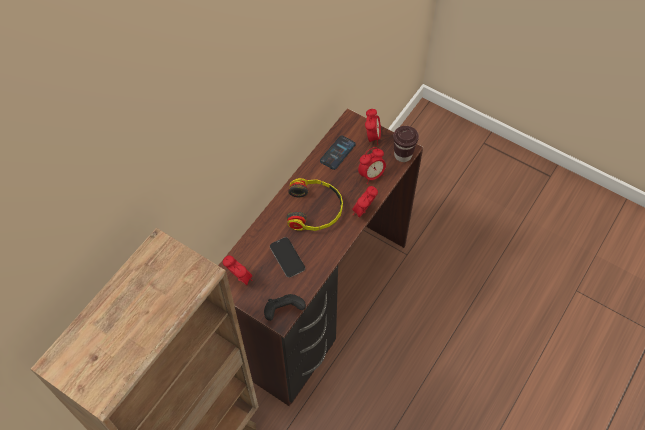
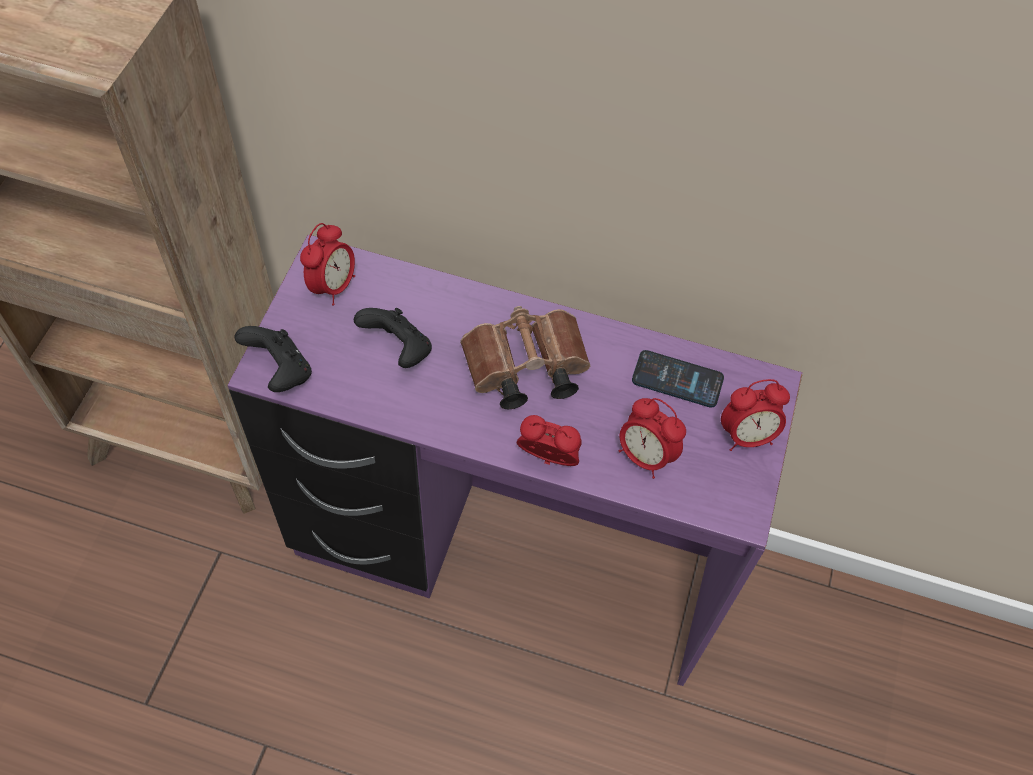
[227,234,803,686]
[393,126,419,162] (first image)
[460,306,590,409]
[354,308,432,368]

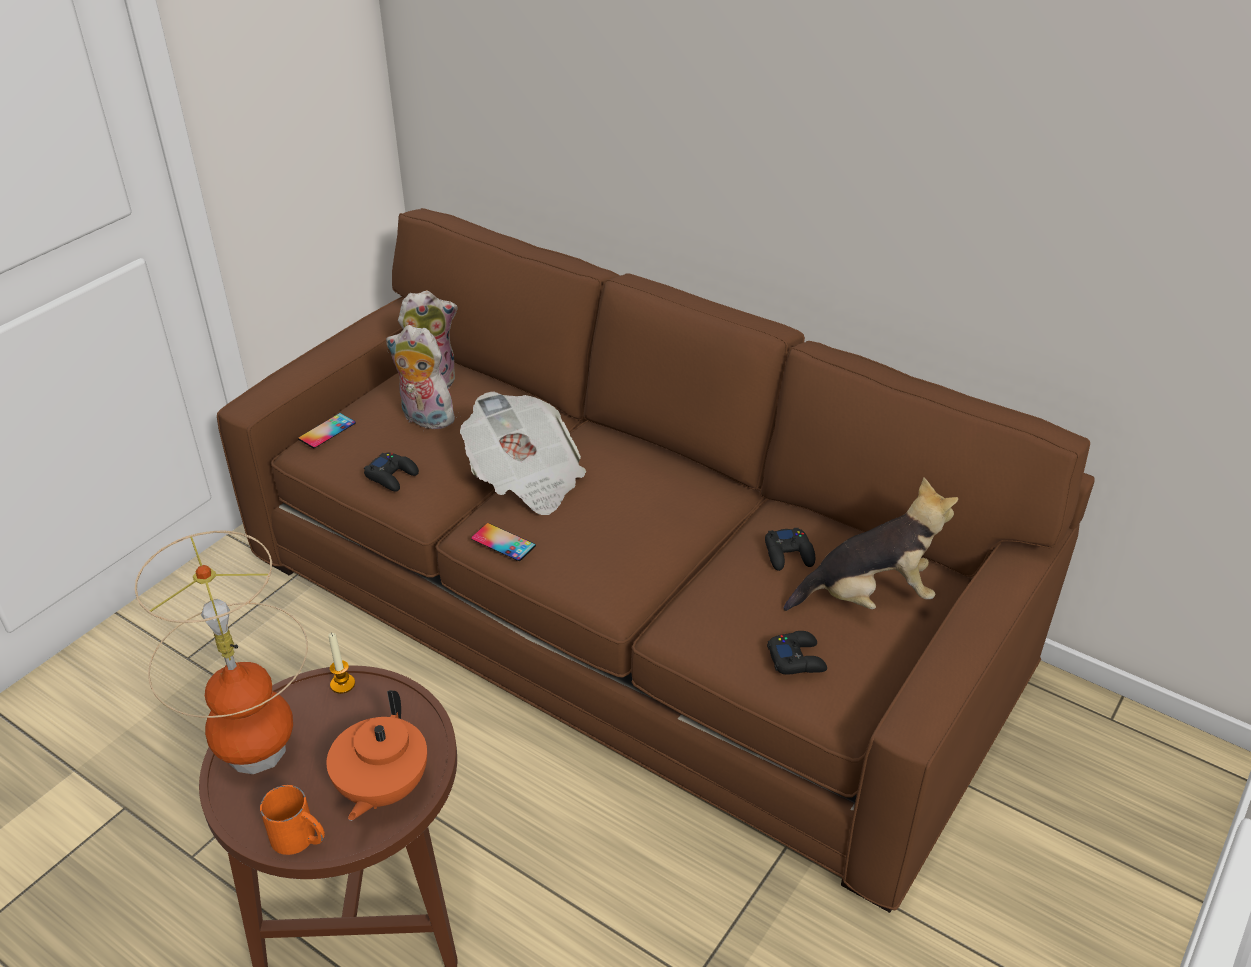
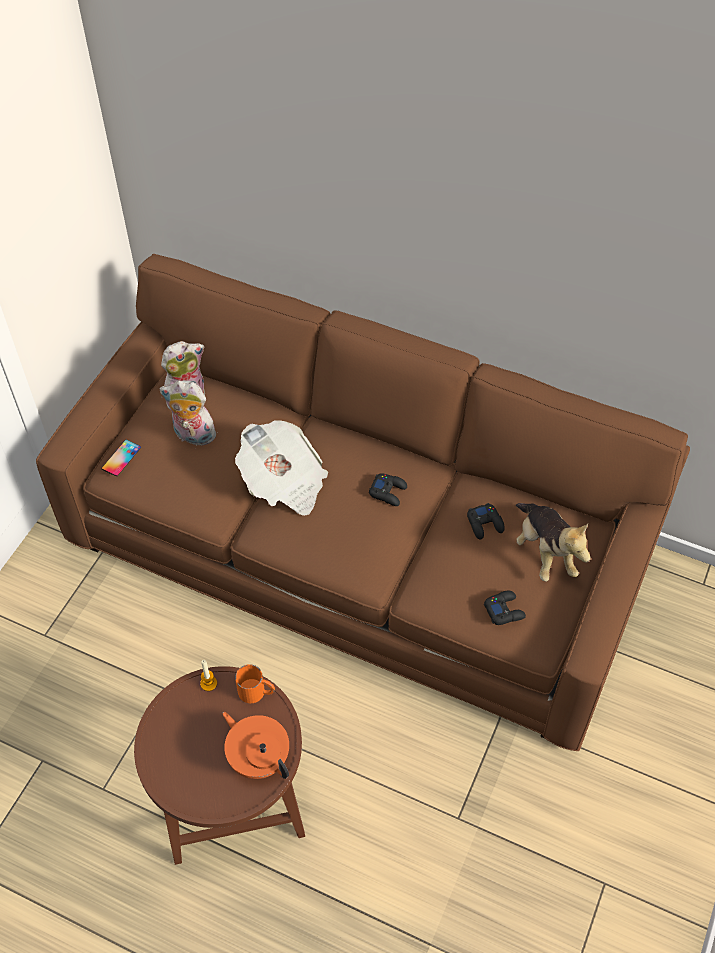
[369,473,407,506]
[516,503,591,582]
[471,523,536,561] (first image)
[135,531,308,774] (first image)
[222,712,289,779]
[235,664,275,703]

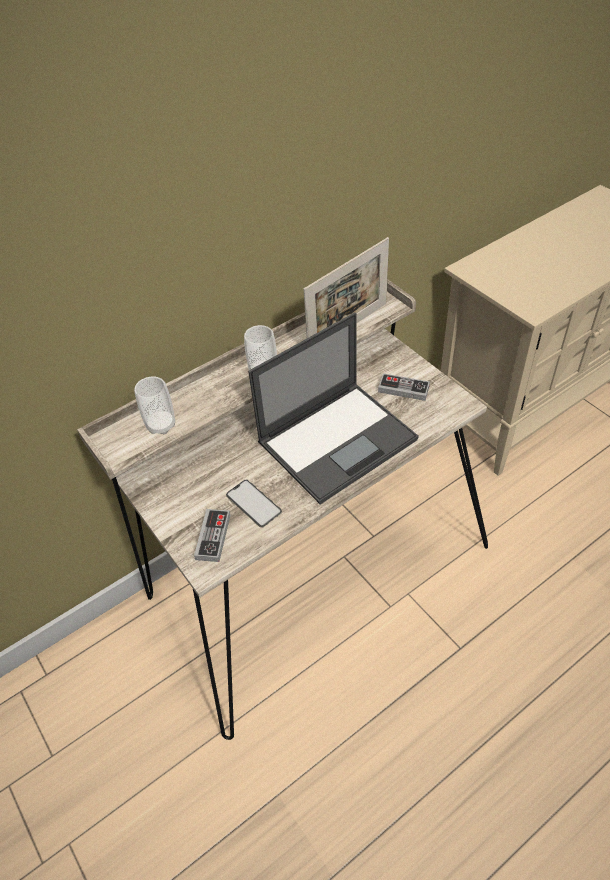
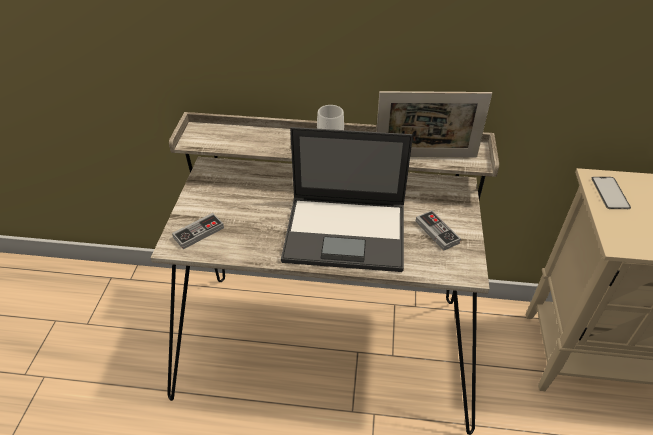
[134,376,175,434] (first image)
[591,177,631,209]

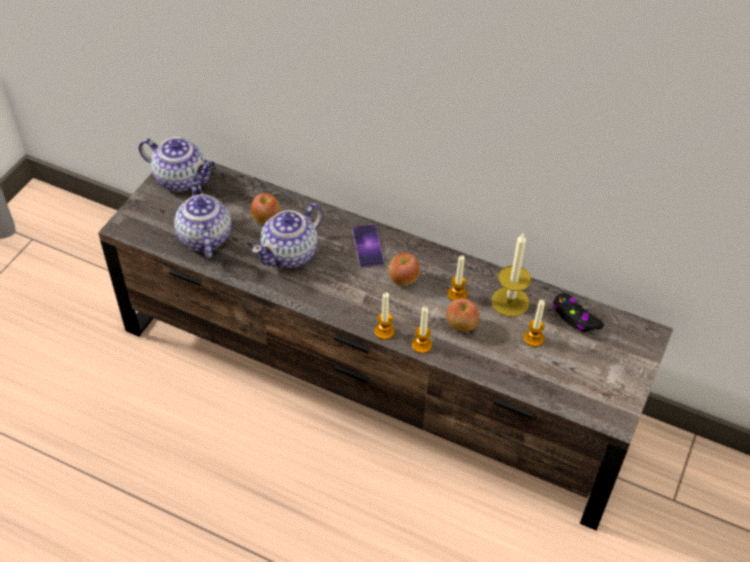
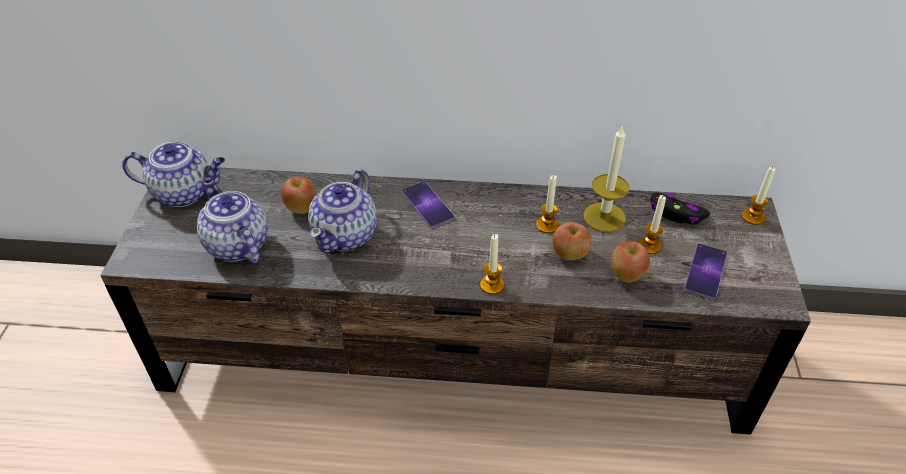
[612,241,650,282]
[742,167,775,225]
[684,243,727,299]

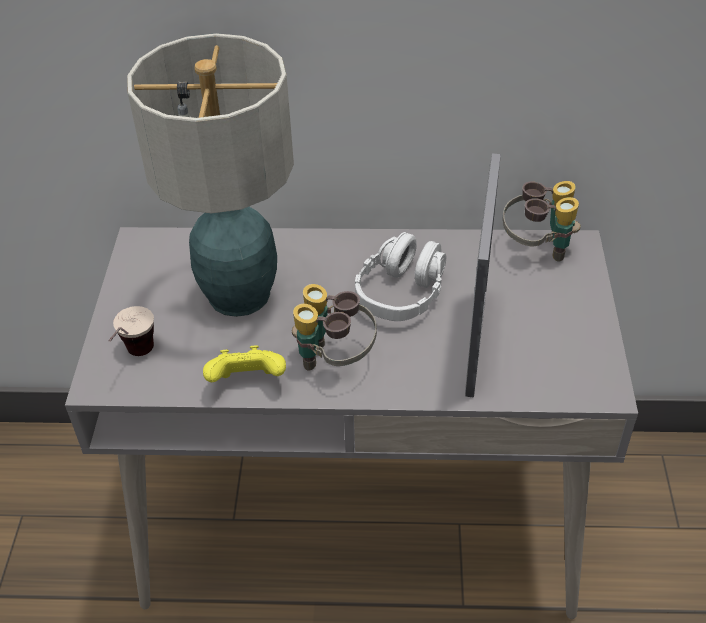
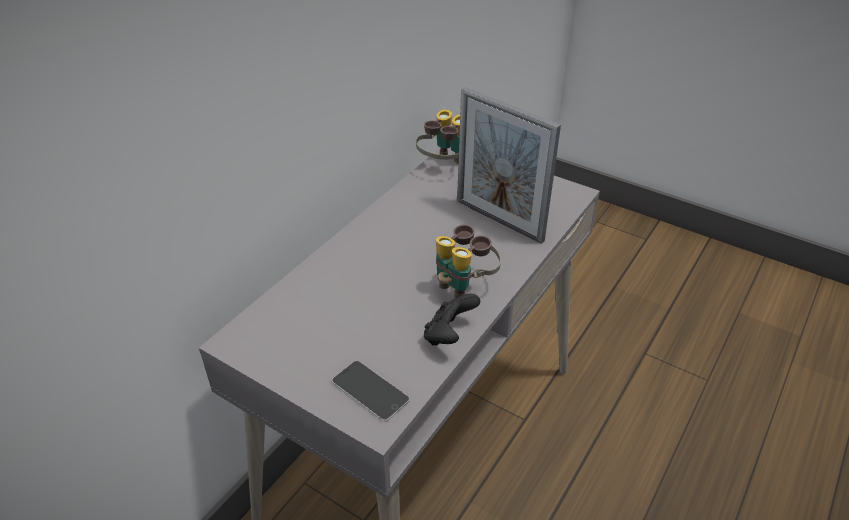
[127,33,294,317] (first image)
[355,232,447,321] (first image)
[332,361,410,421]
[424,293,480,345]

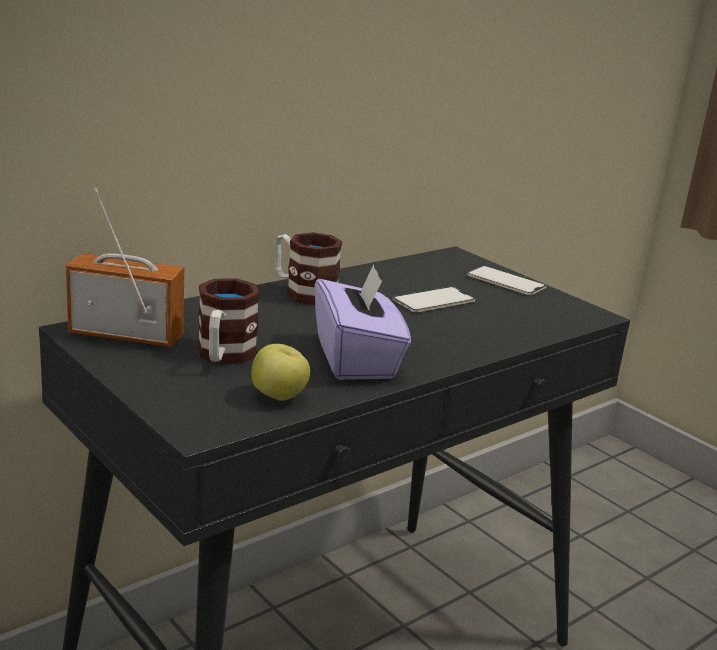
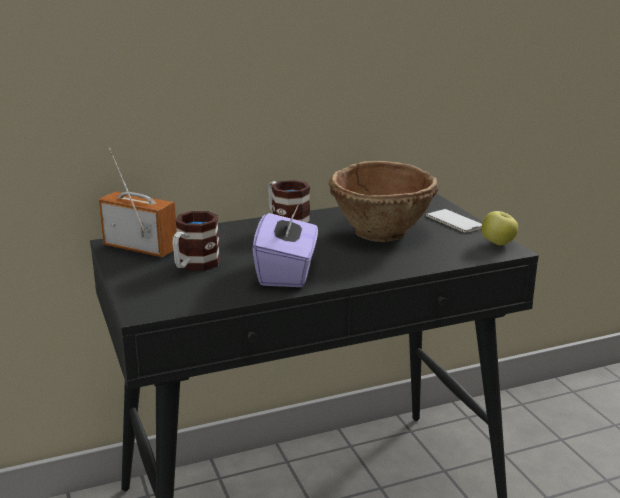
[329,161,438,242]
[482,211,518,245]

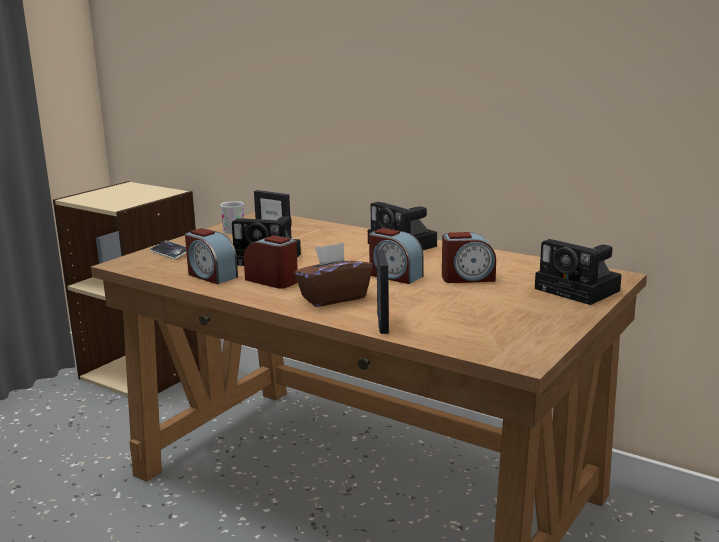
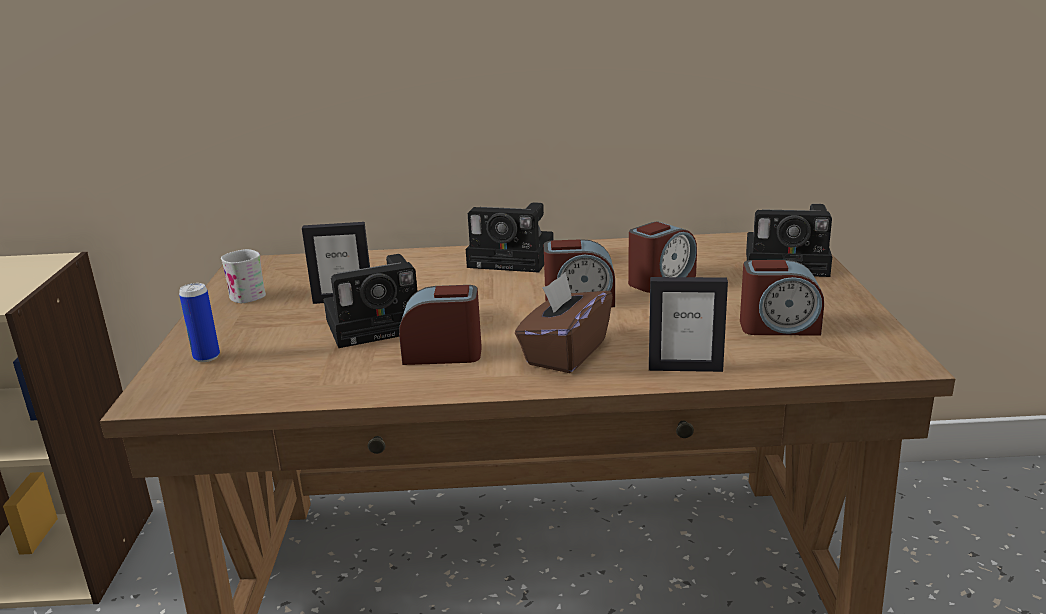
[740,260,824,335]
[179,283,220,362]
[649,277,728,372]

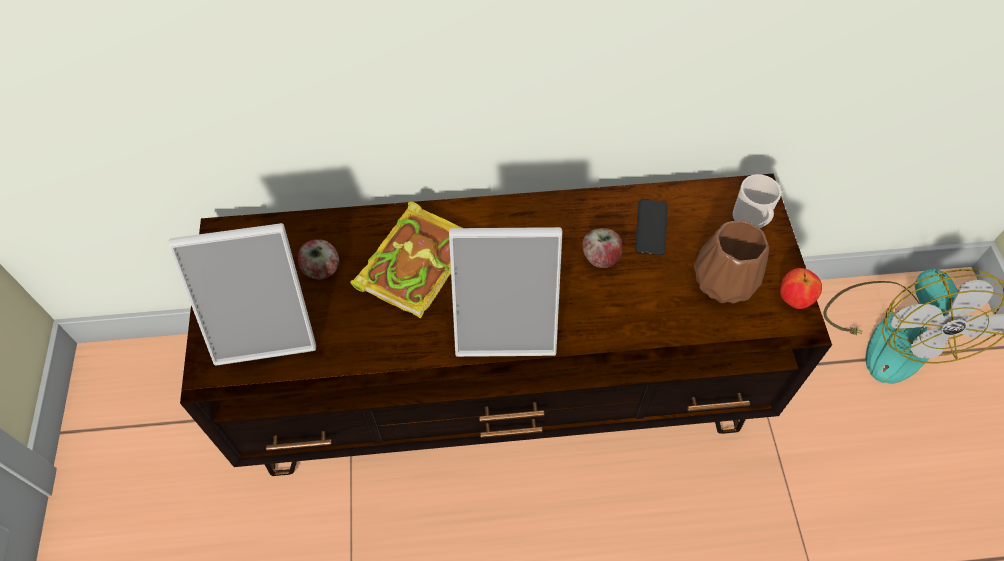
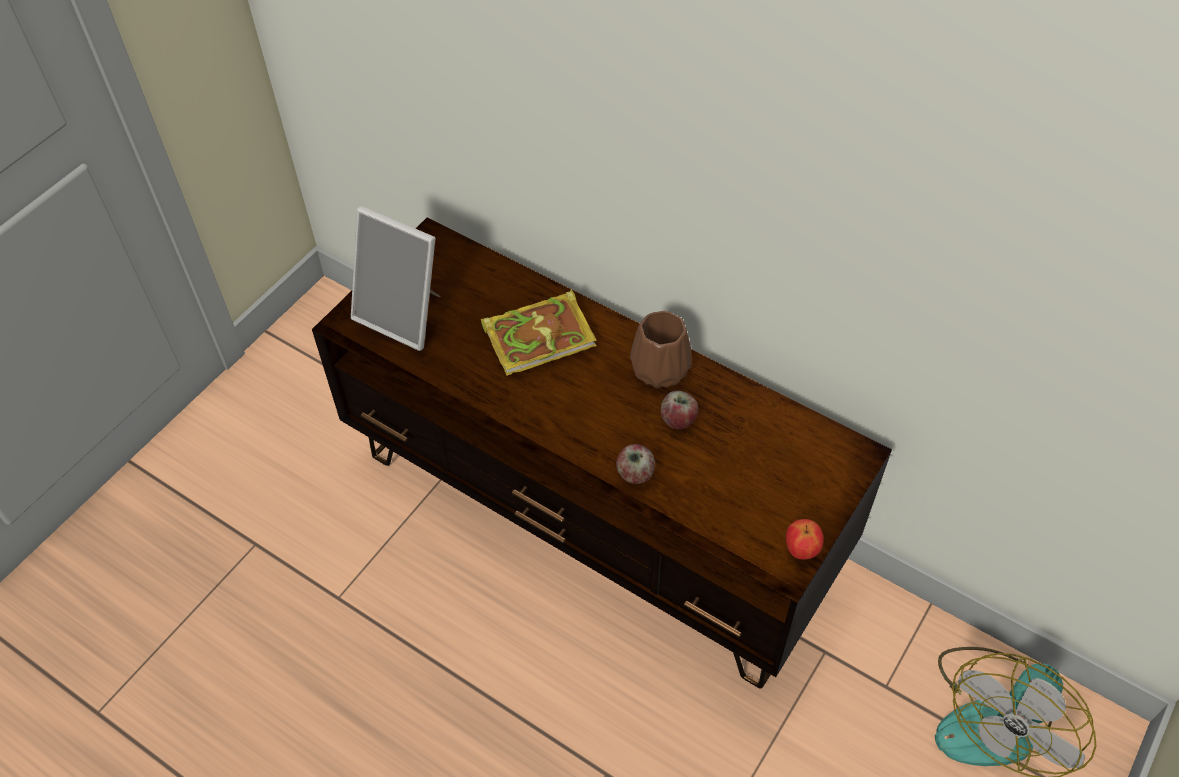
[732,174,781,228] (first image)
[635,199,668,255] (first image)
[630,311,692,388]
[449,227,562,357] (first image)
[616,444,655,484]

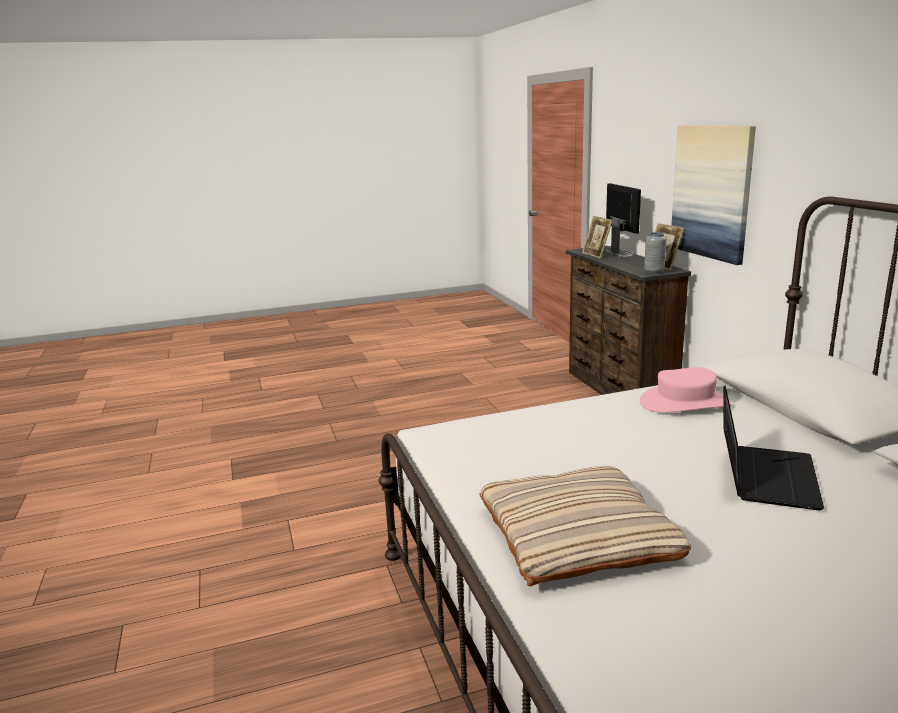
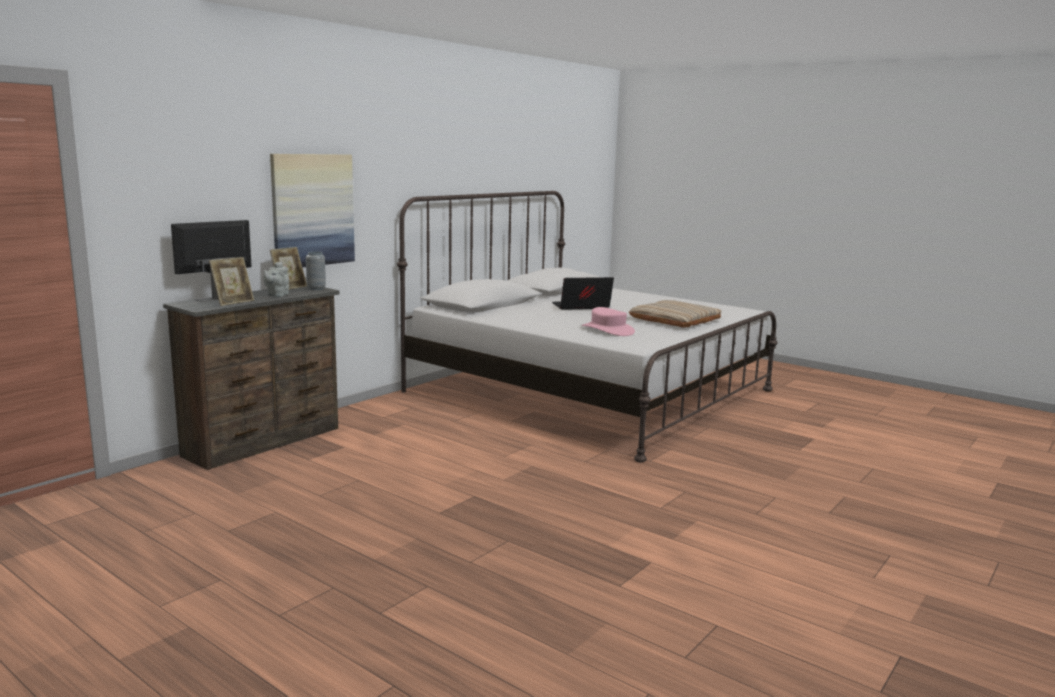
[582,307,635,336]
[263,262,289,297]

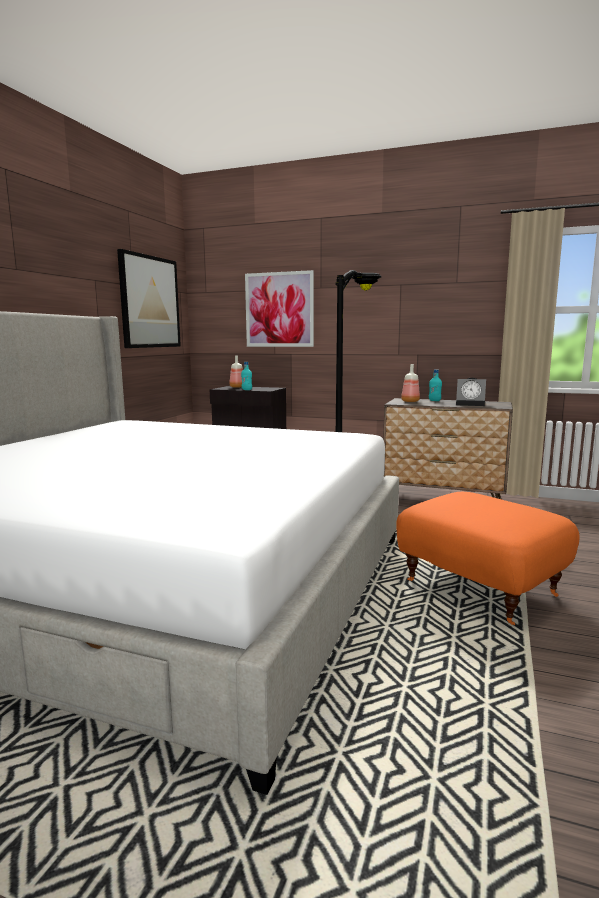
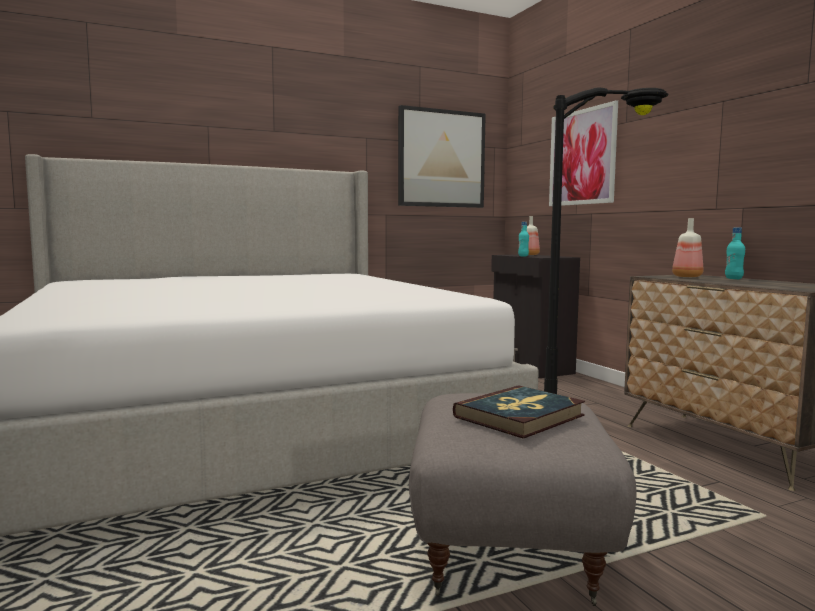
[456,378,486,406] (first image)
[409,393,637,606]
[453,385,585,439]

